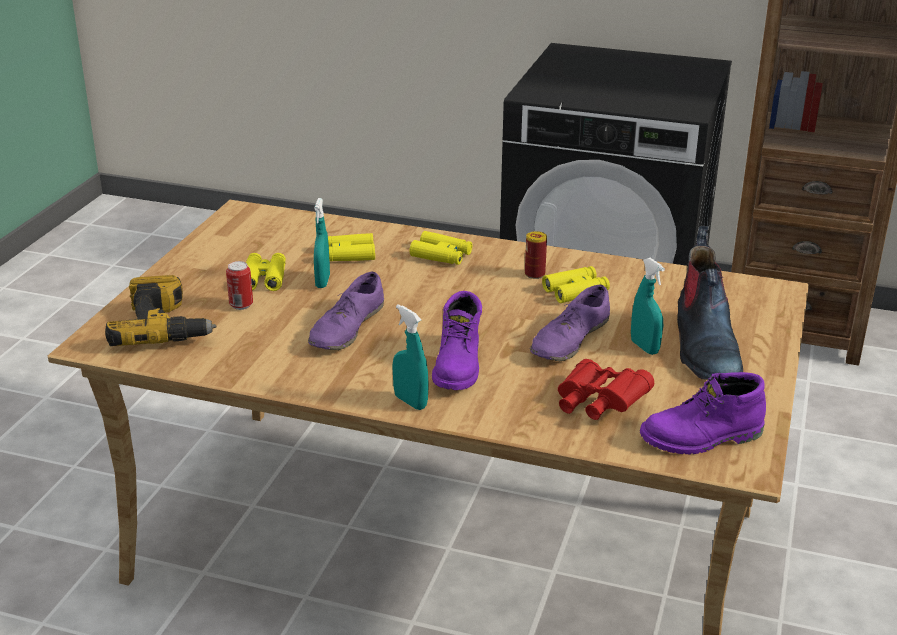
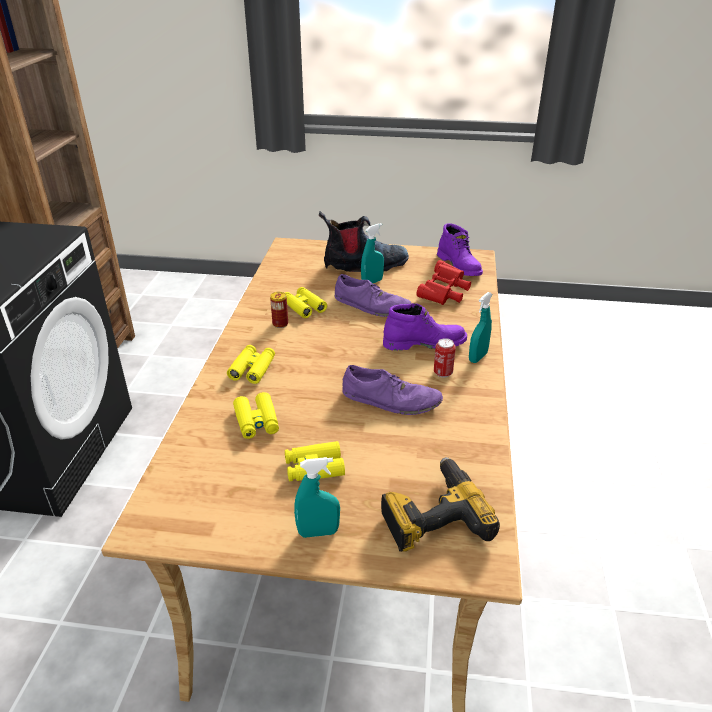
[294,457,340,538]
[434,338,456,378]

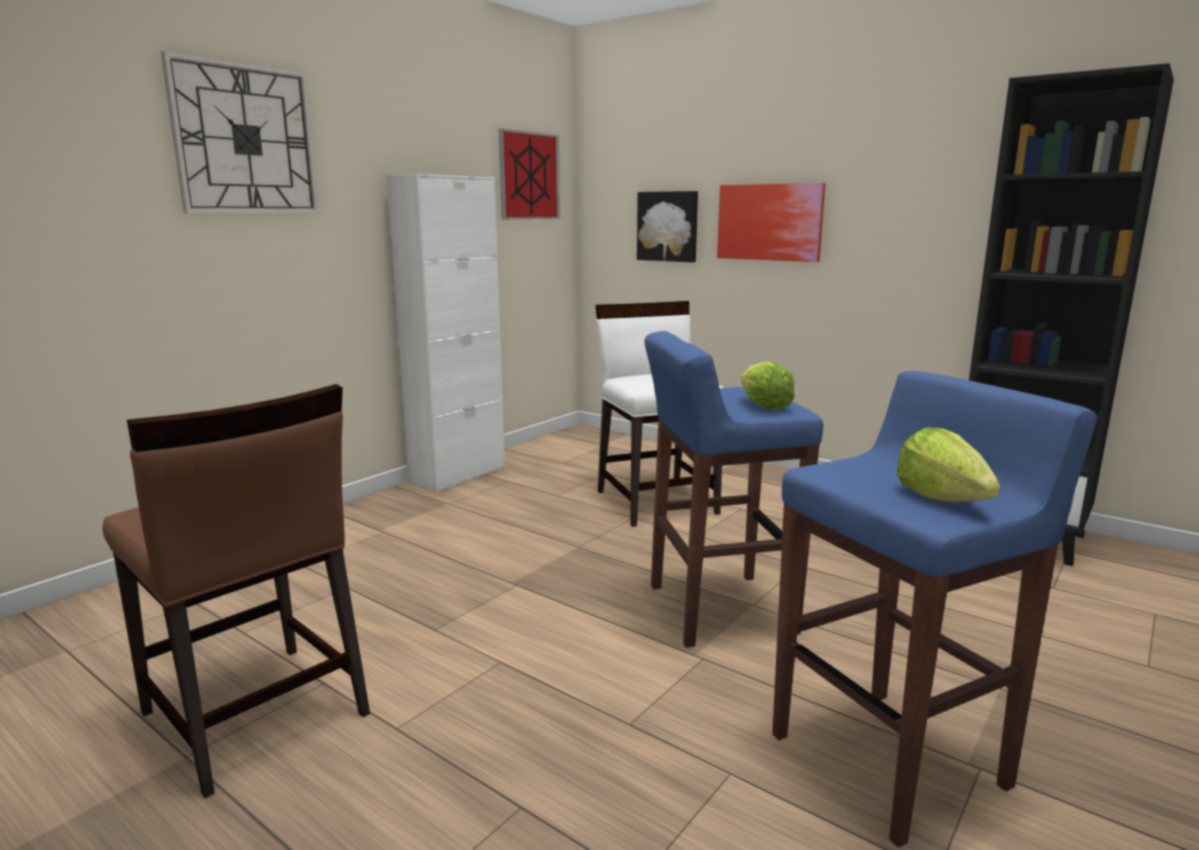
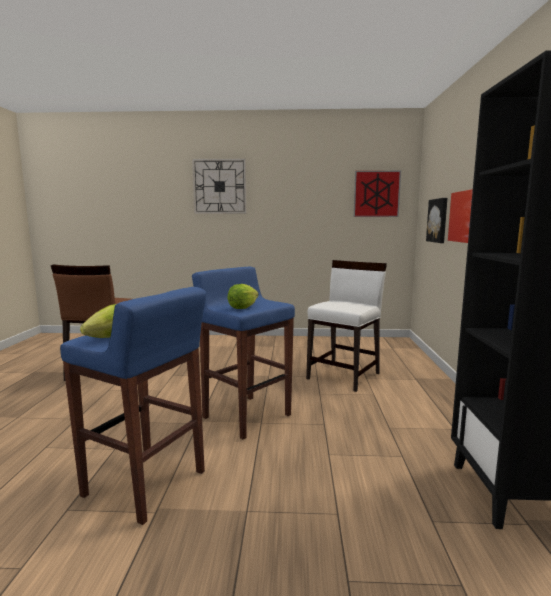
[386,174,505,493] (first image)

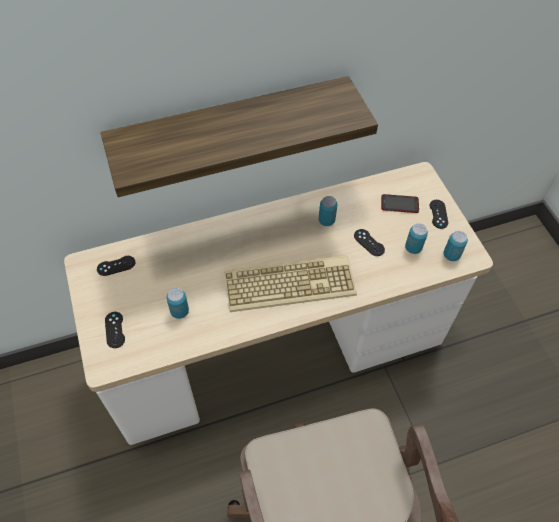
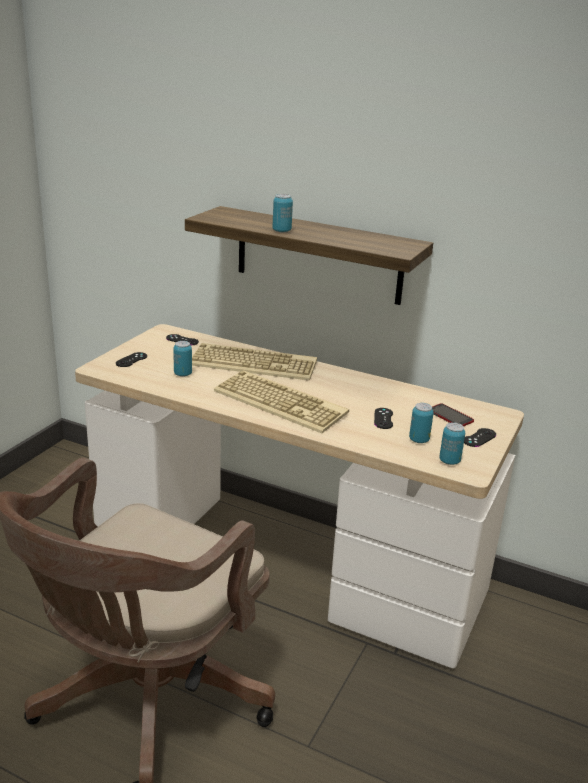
[273,194,293,232]
[192,343,317,381]

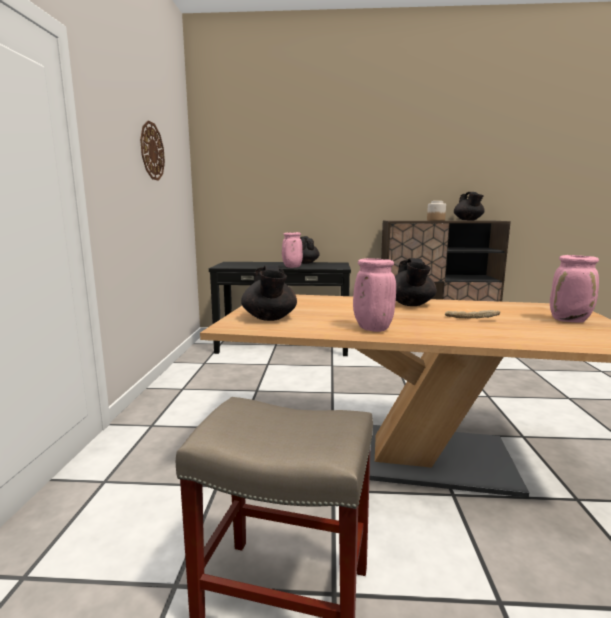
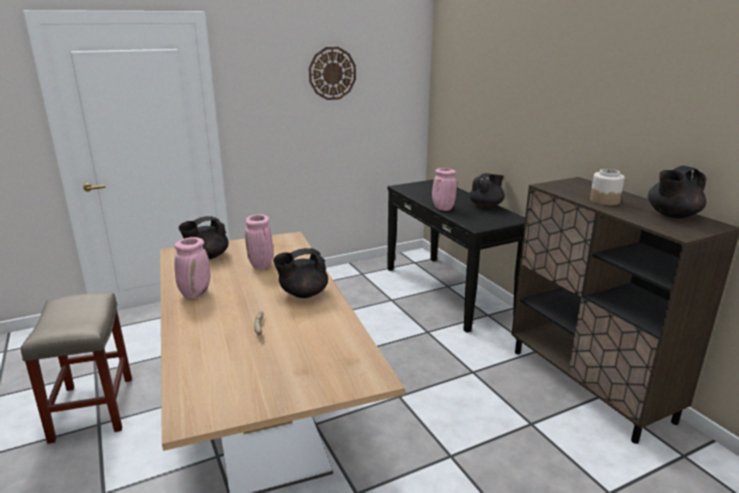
[245,214,274,269]

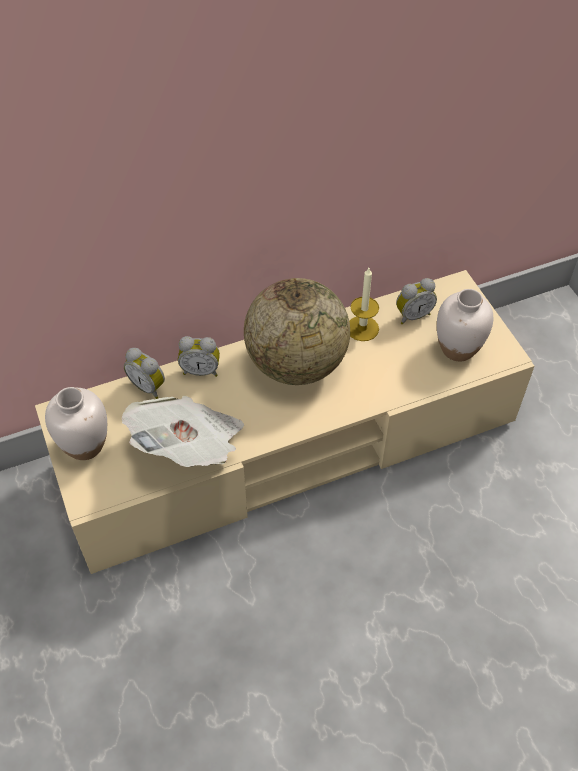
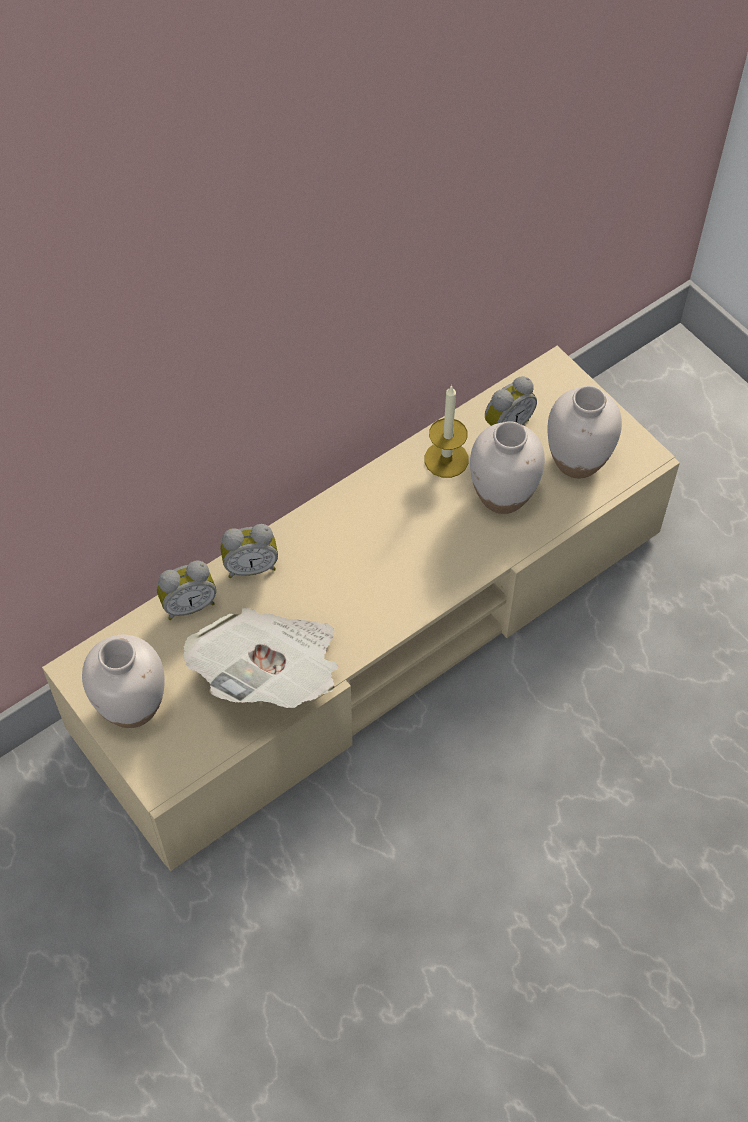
[244,278,350,385] (first image)
[157,561,216,620]
[470,421,545,514]

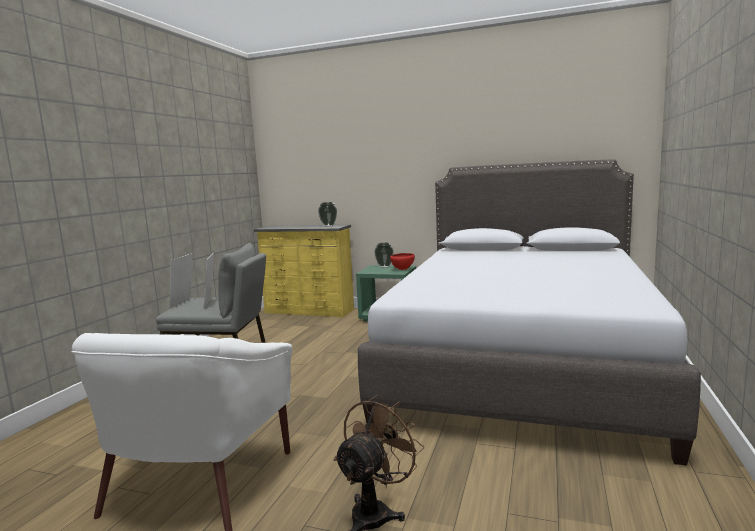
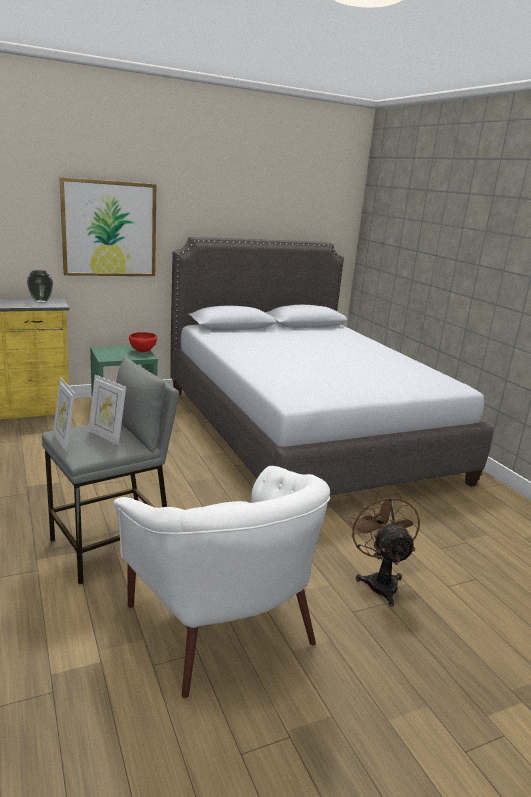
[374,243,394,268] (first image)
[59,177,156,276]

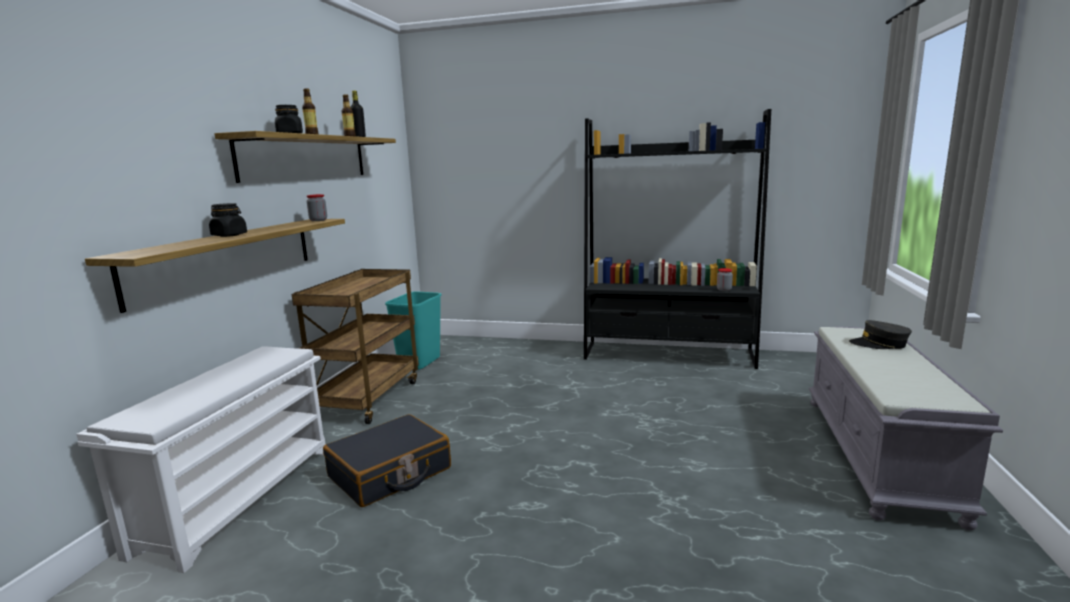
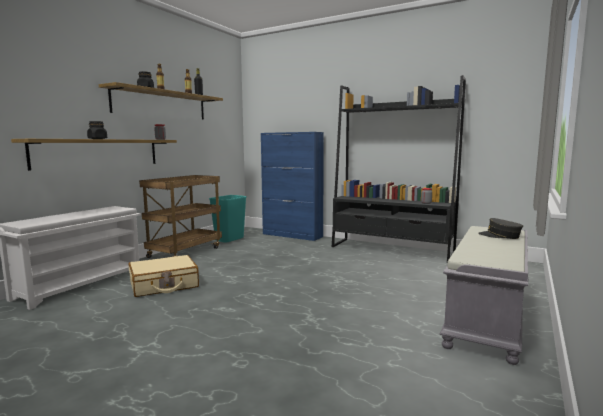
[128,255,199,297]
[261,132,324,241]

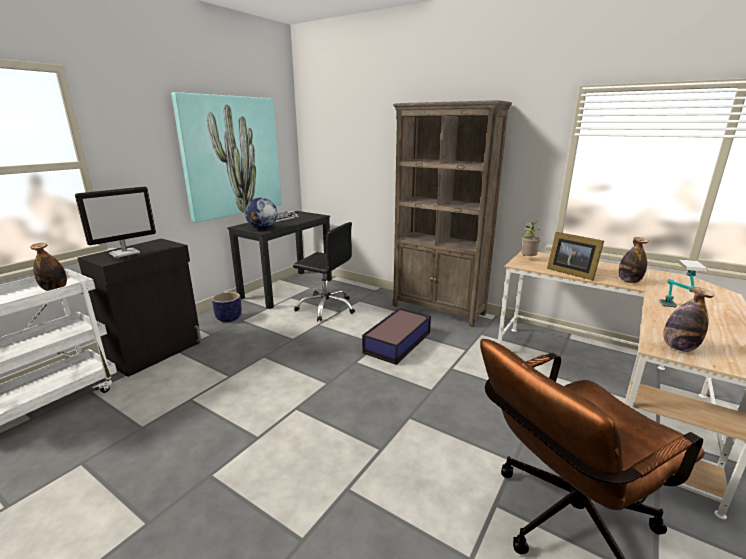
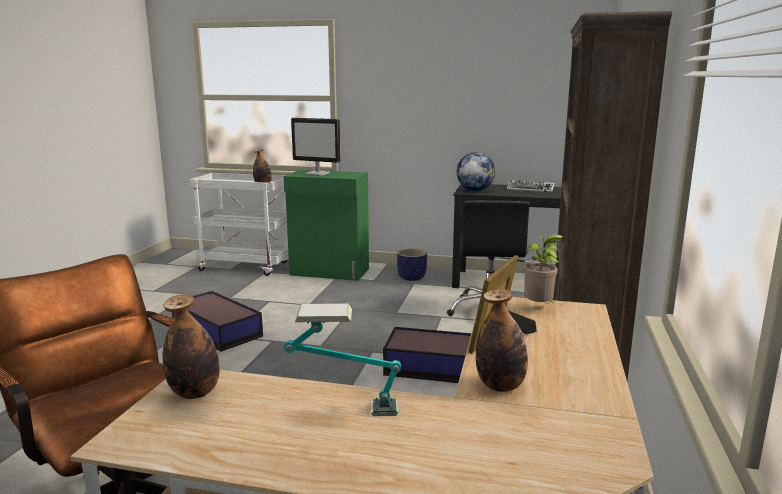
[171,92,282,223] (first image)
[283,170,369,281]
[172,291,263,352]

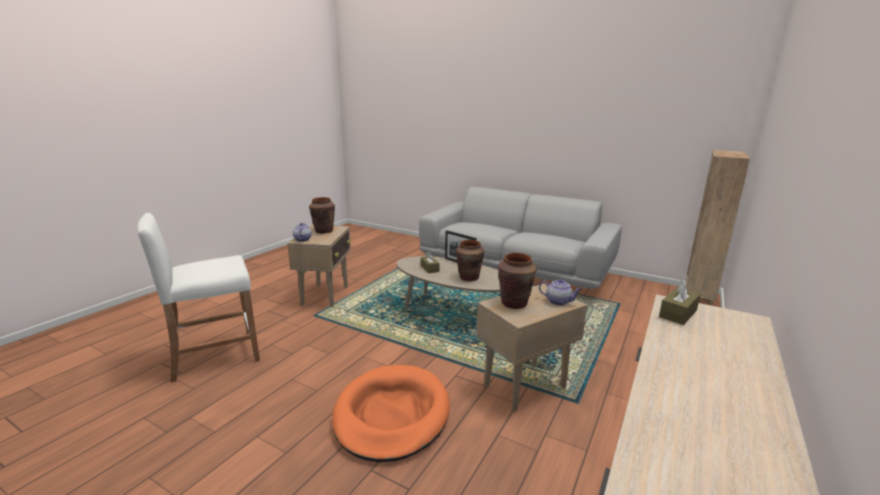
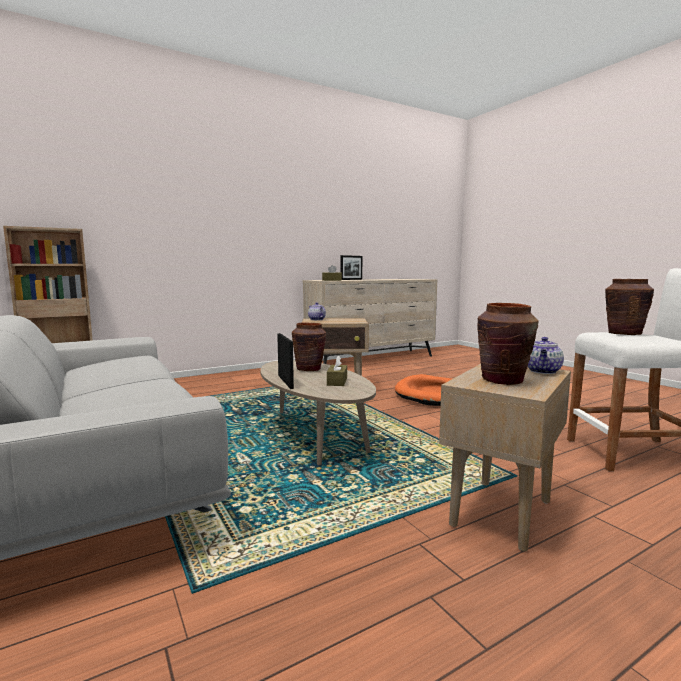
[605,279,654,335]
[340,255,362,280]

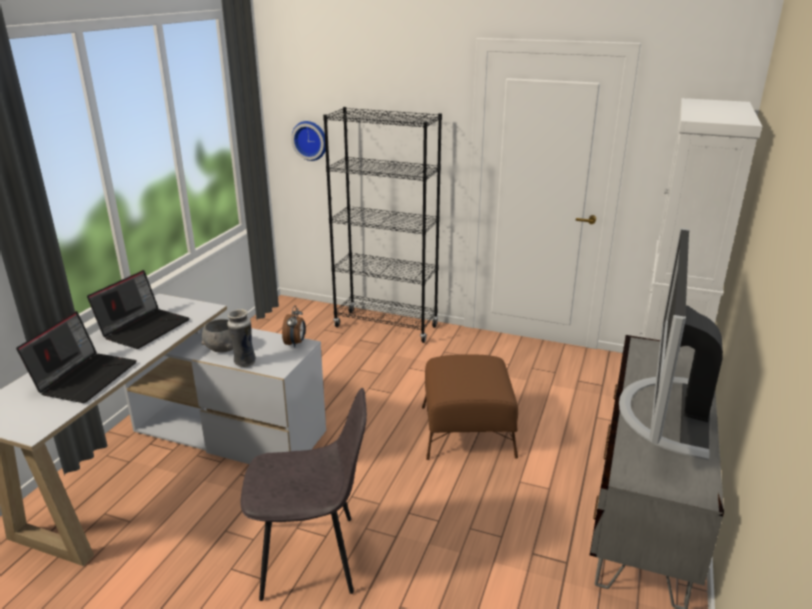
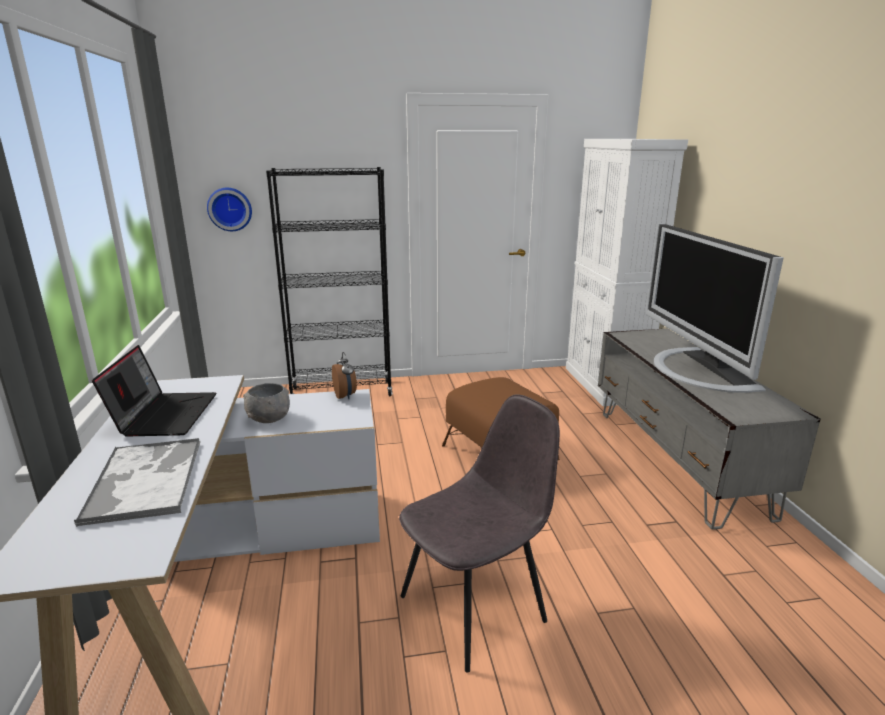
[227,309,256,367] (first image)
[74,438,201,526]

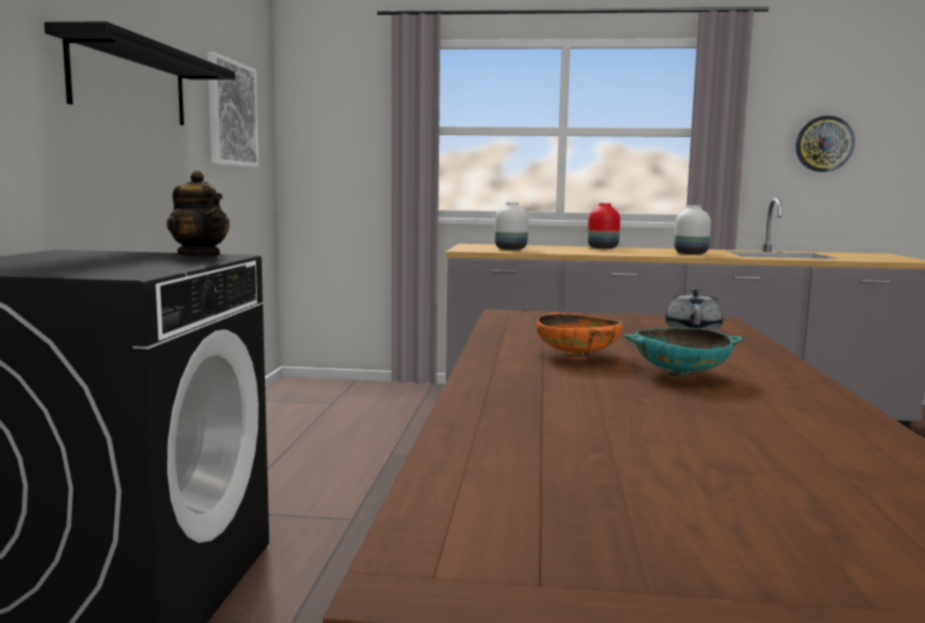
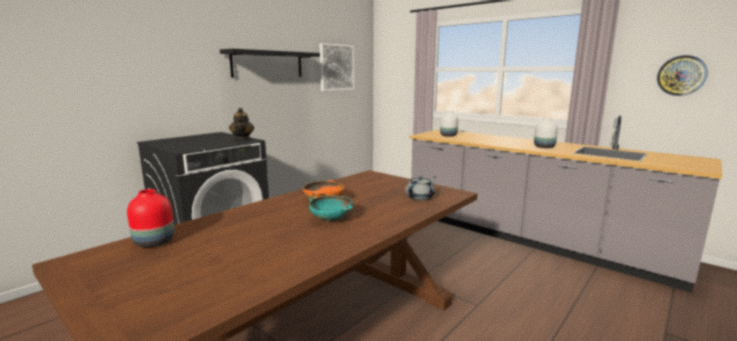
[127,189,174,247]

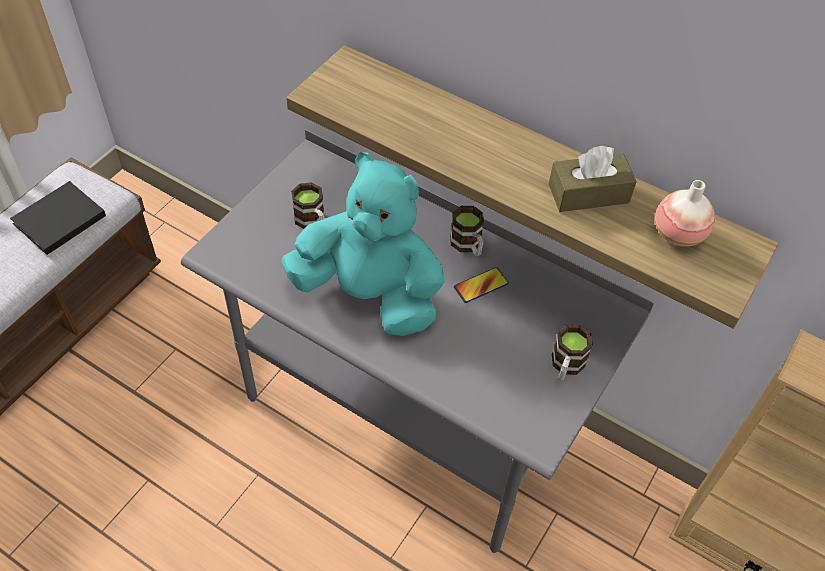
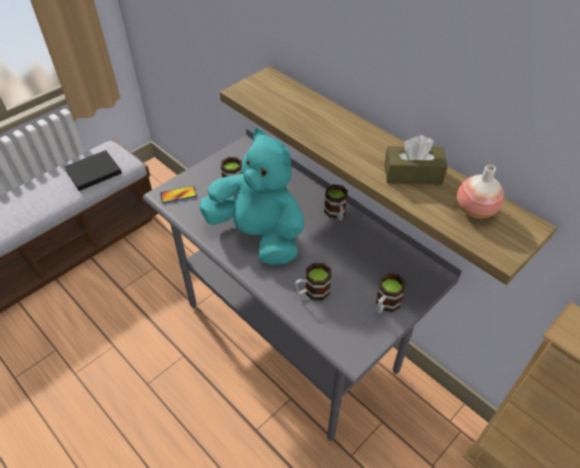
[160,186,197,203]
[295,263,331,300]

